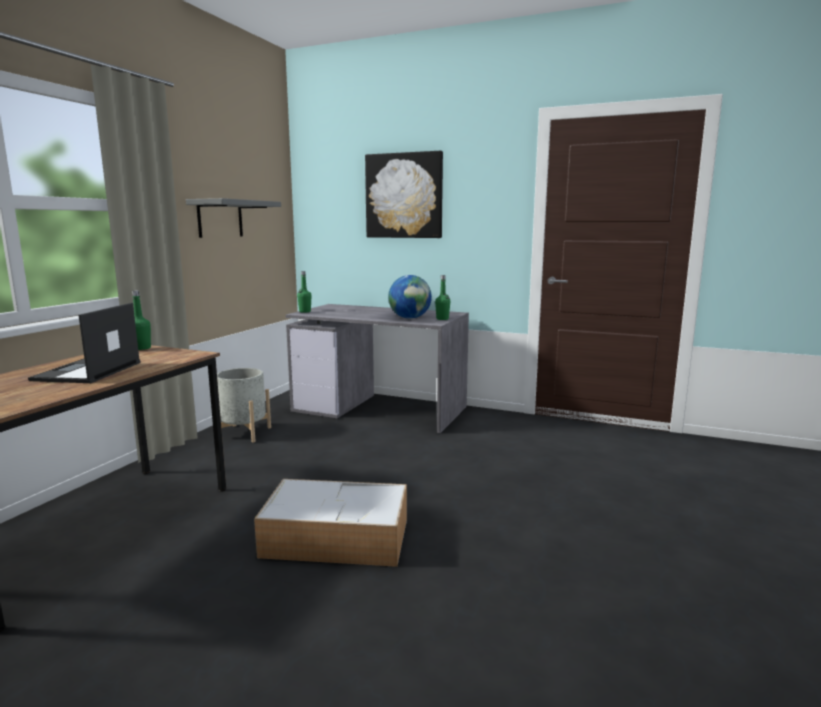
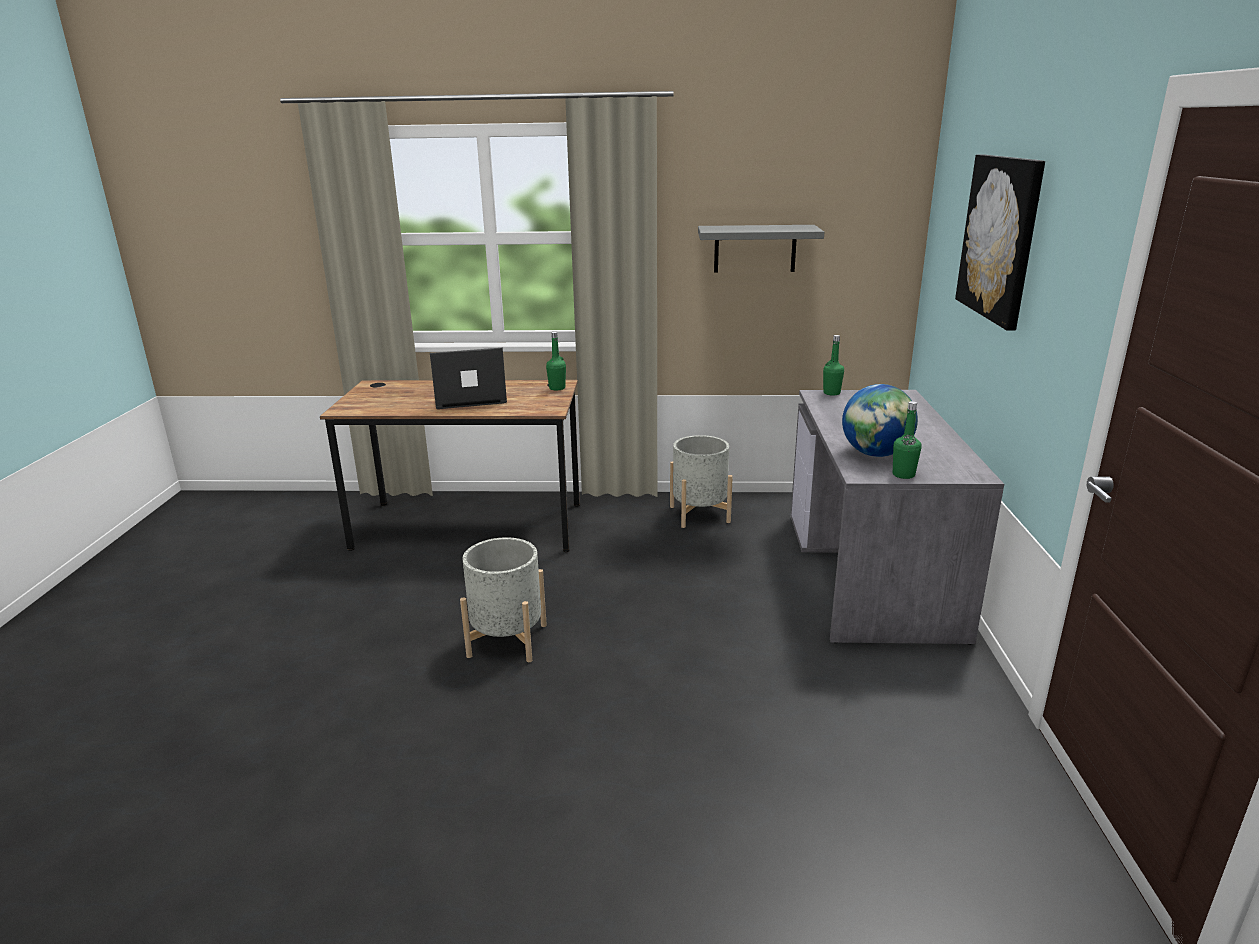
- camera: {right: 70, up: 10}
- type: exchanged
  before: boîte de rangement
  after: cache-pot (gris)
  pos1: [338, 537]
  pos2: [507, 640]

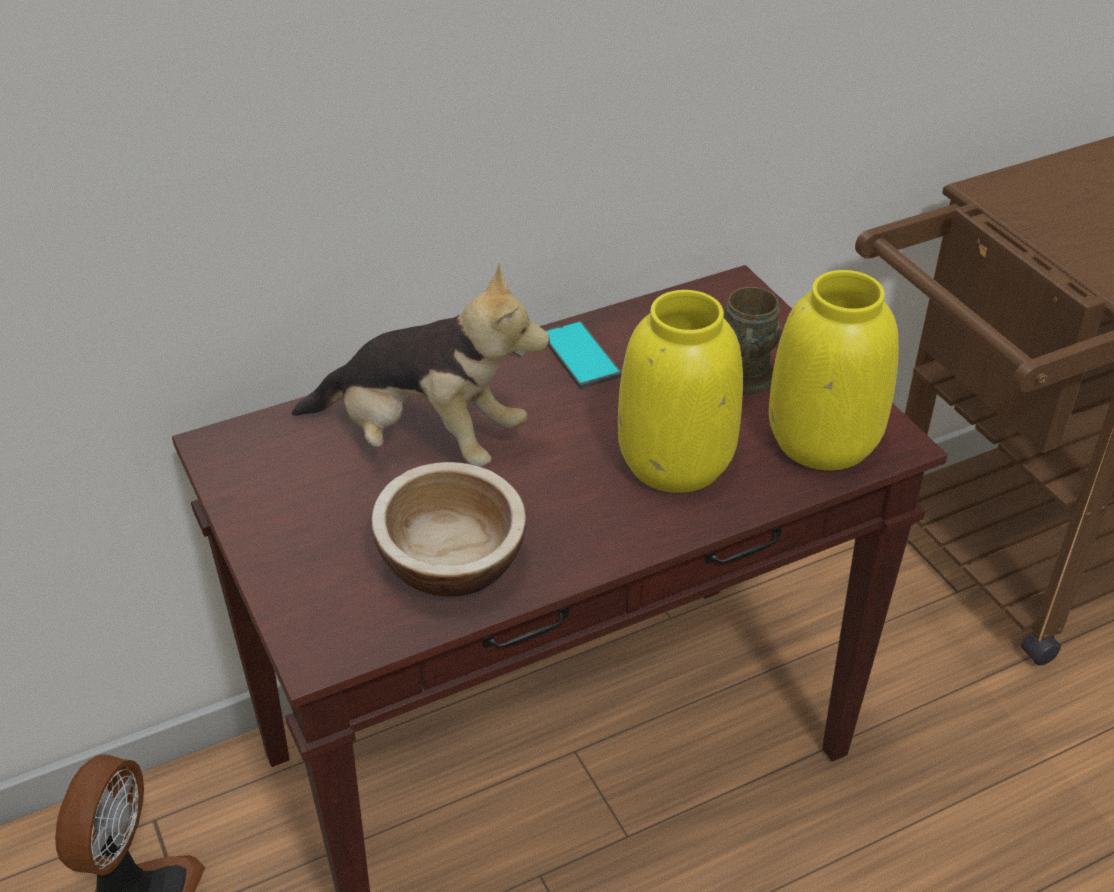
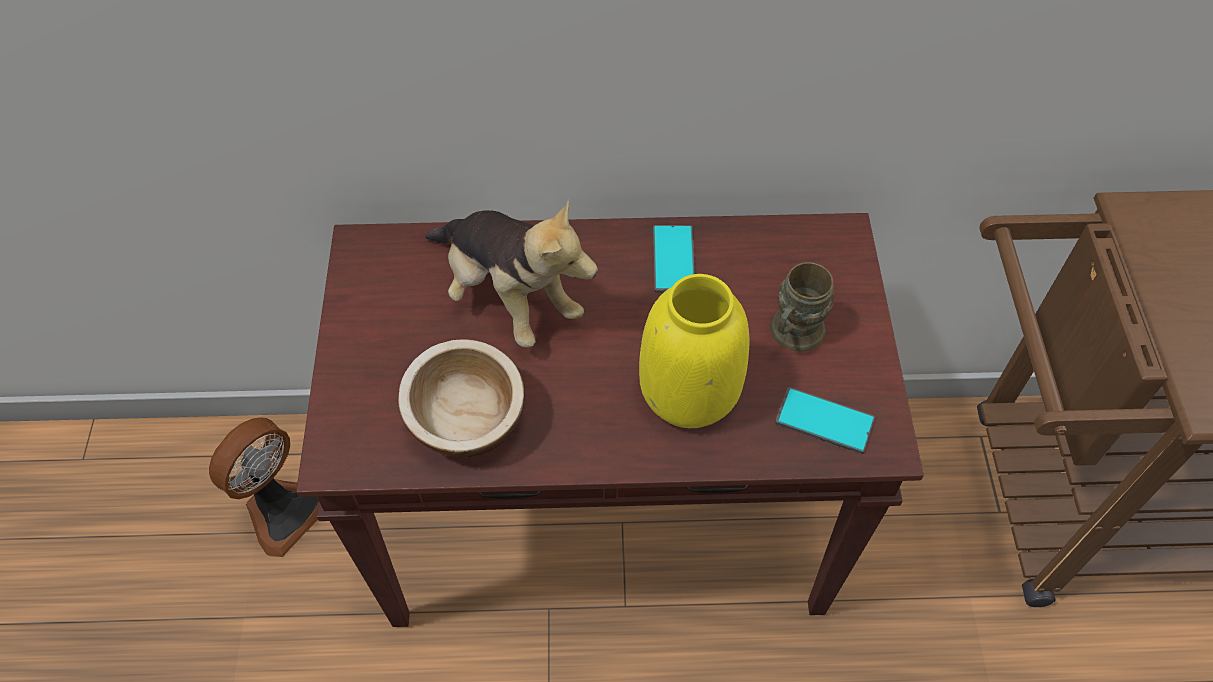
- camera: {right: 25, up: 15}
- type: exchanged
  before: vase (jaune)
  after: téléphone
  pos1: [824, 441]
  pos2: [824, 421]

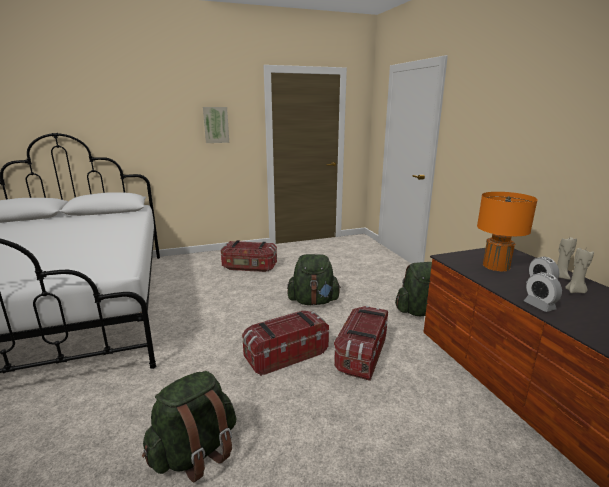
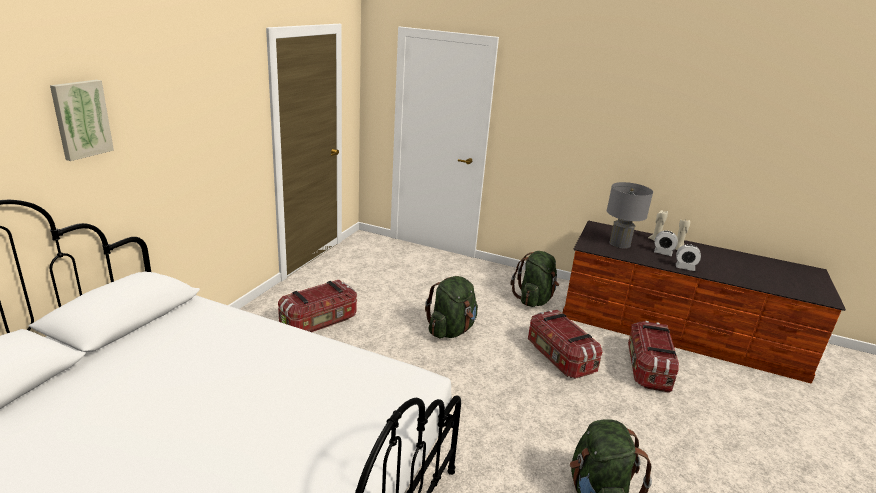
- camera: {right: -50, up: 5}
- type: relocated
  before: tableau
  pos1: [216, 125]
  pos2: [81, 119]
- type: colour
  before: lampe de table (orange)
  after: lampe de table (gris)
  pos1: [496, 266]
  pos2: [619, 243]
- type: relocated
  before: boîte de rangement
  pos1: [285, 355]
  pos2: [647, 368]

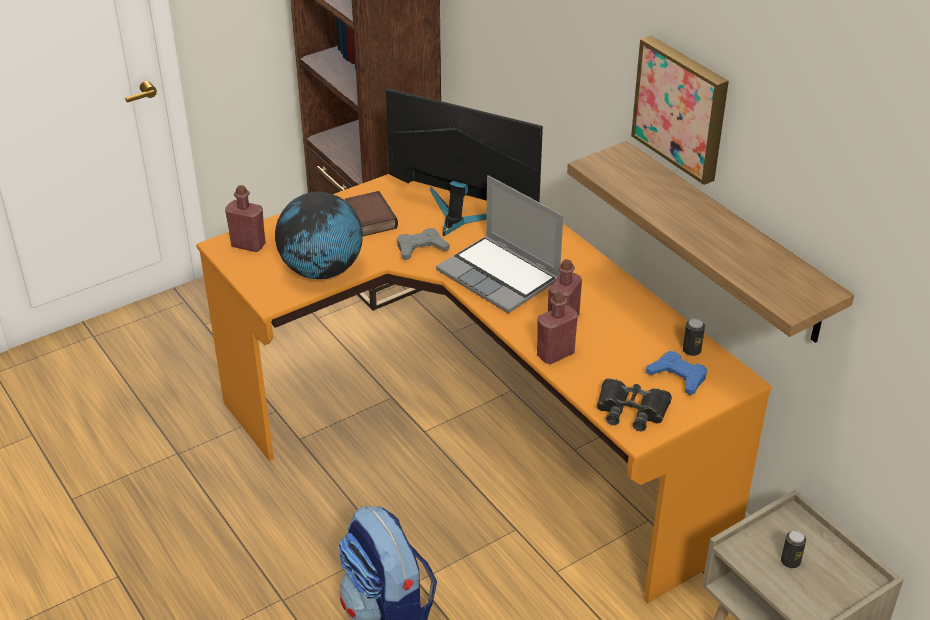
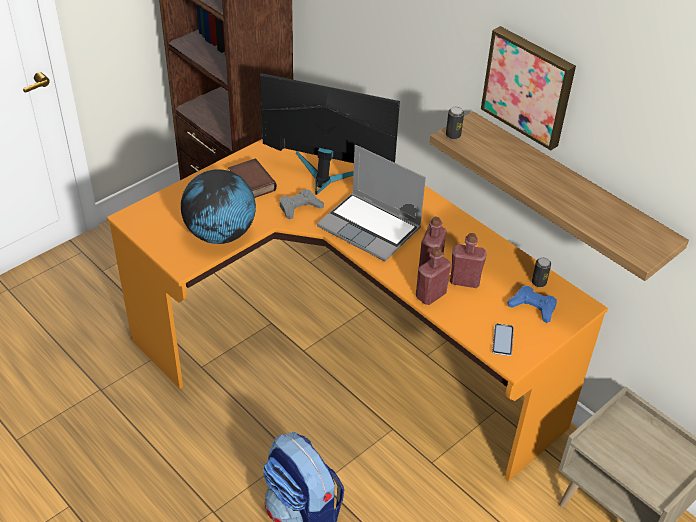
- camera: {right: -10, up: 5}
- type: relocated
  before: boîte métallique
  pos1: [790, 561]
  pos2: [453, 135]
- type: relocated
  before: bouteille (rouge)
  pos1: [248, 245]
  pos2: [464, 281]
- type: exchanged
  before: jumelles (noir)
  after: téléphone
  pos1: [631, 410]
  pos2: [502, 340]

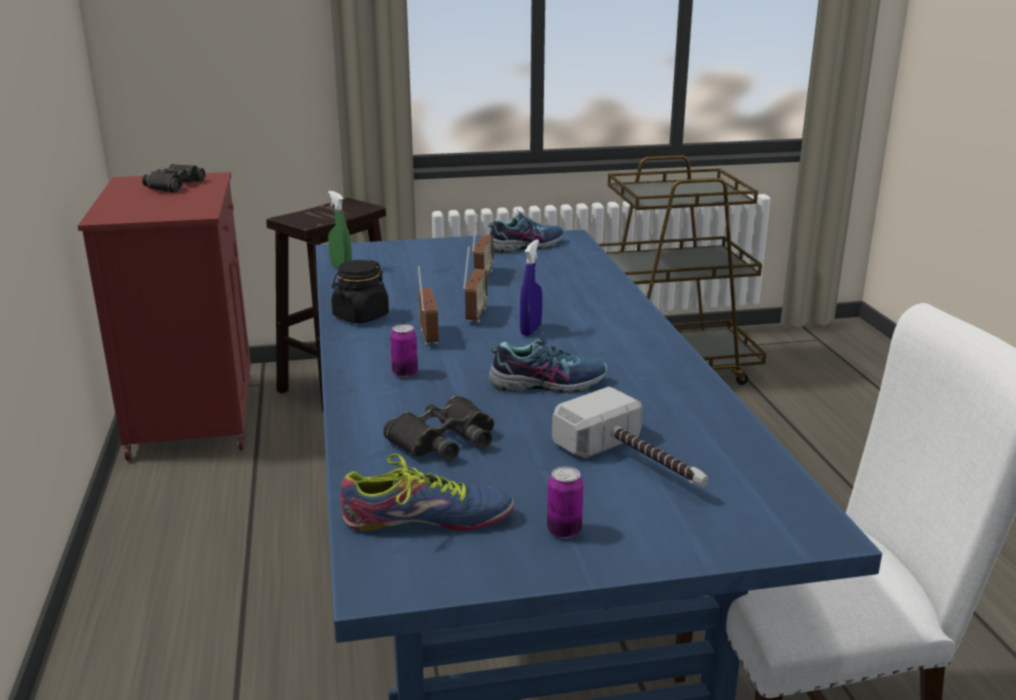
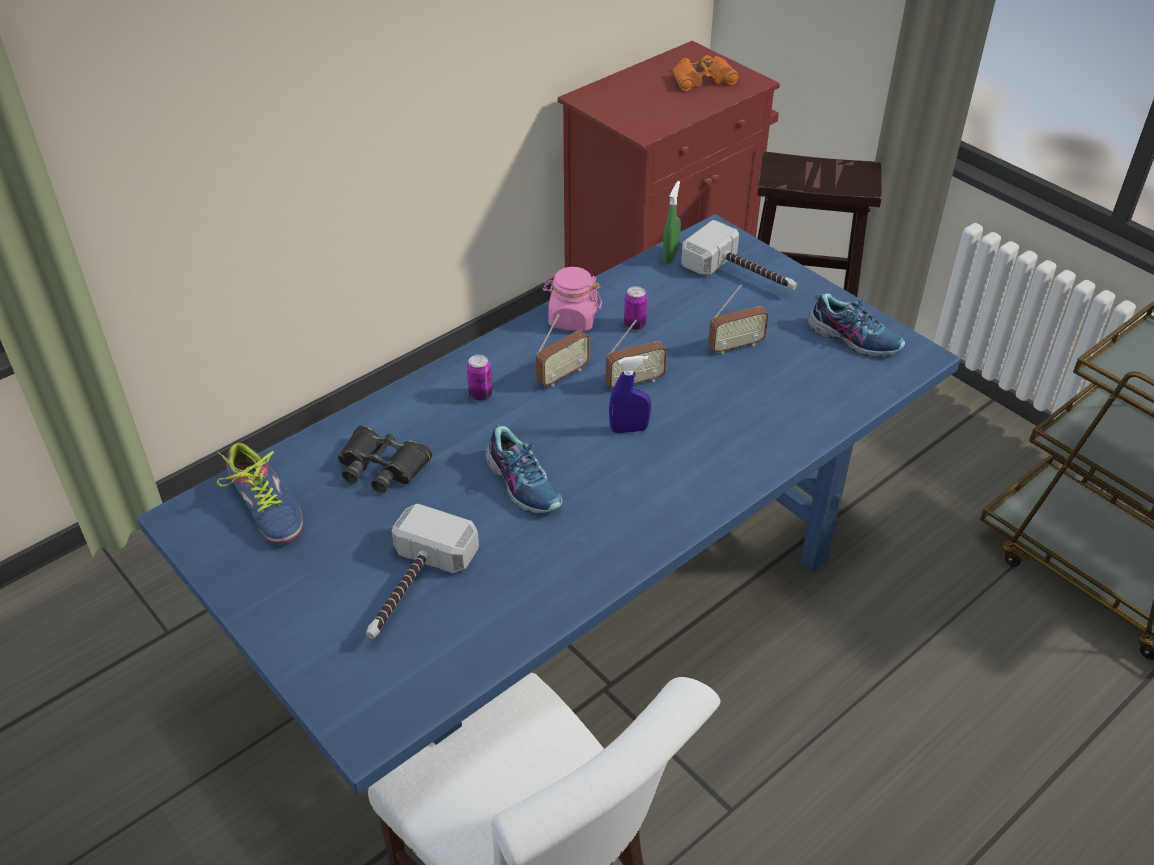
- camera: {right: 60, up: 20}
- type: colour
  before: bocal (noir)
  after: bocal (rose)
  pos1: [360, 316]
  pos2: [572, 319]
- type: relocated
  before: boîte métallique
  pos1: [564, 531]
  pos2: [634, 325]
- type: colour
  before: jumelles (noir)
  after: jumelles (orange)
  pos1: [174, 185]
  pos2: [703, 80]
- type: appeared
  after: marteau
  pos2: [742, 275]

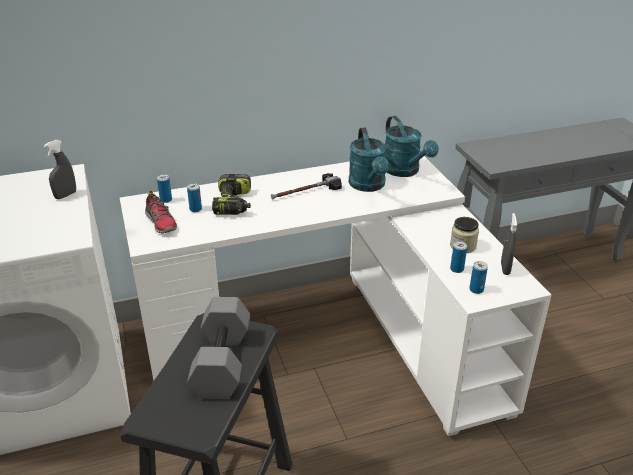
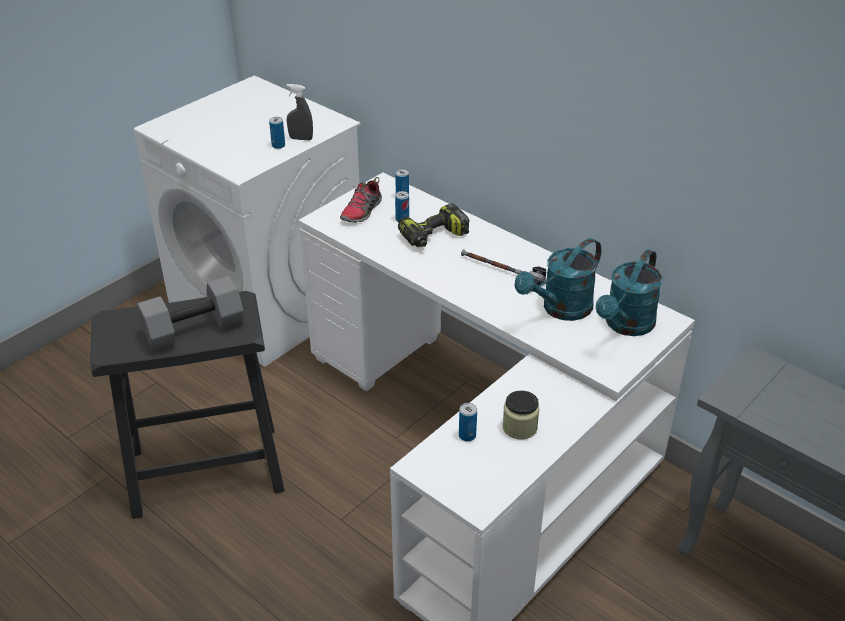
- camera: {right: 60, up: 5}
- type: relocated
  before: boîte métallique
  pos1: [476, 289]
  pos2: [278, 145]
- type: missing
  before: vaporisateur (gris)
  pos1: [505, 269]

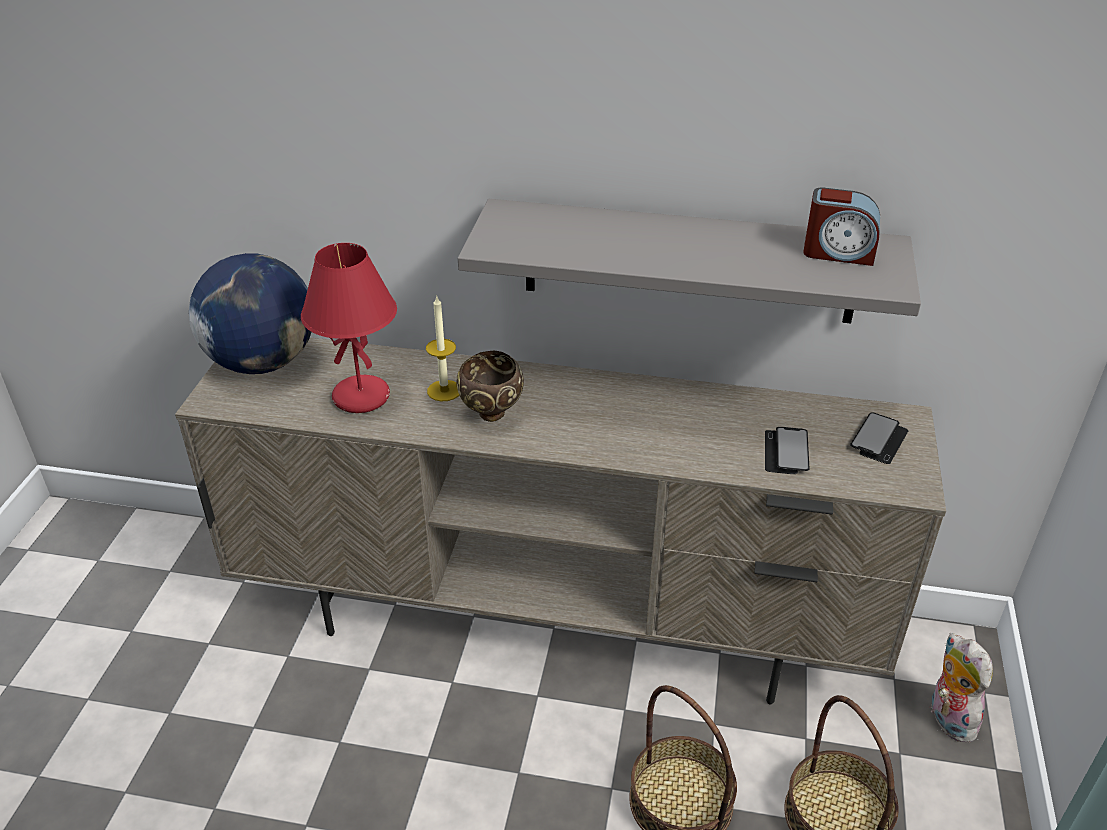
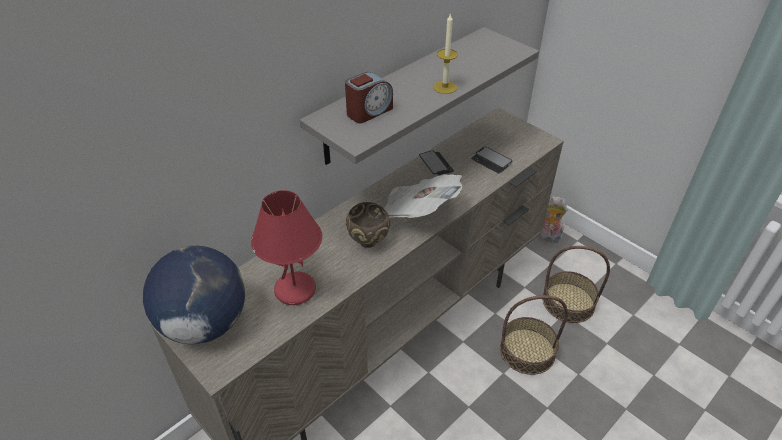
- camera: {right: -55, up: 5}
- type: relocated
  before: réveil
  pos1: [838, 252]
  pos2: [369, 111]
- type: appeared
  after: journal
  pos2: [419, 211]
- type: relocated
  before: téléphone
  pos1: [879, 440]
  pos2: [435, 164]
- type: relocated
  before: bougie
  pos1: [444, 390]
  pos2: [445, 87]

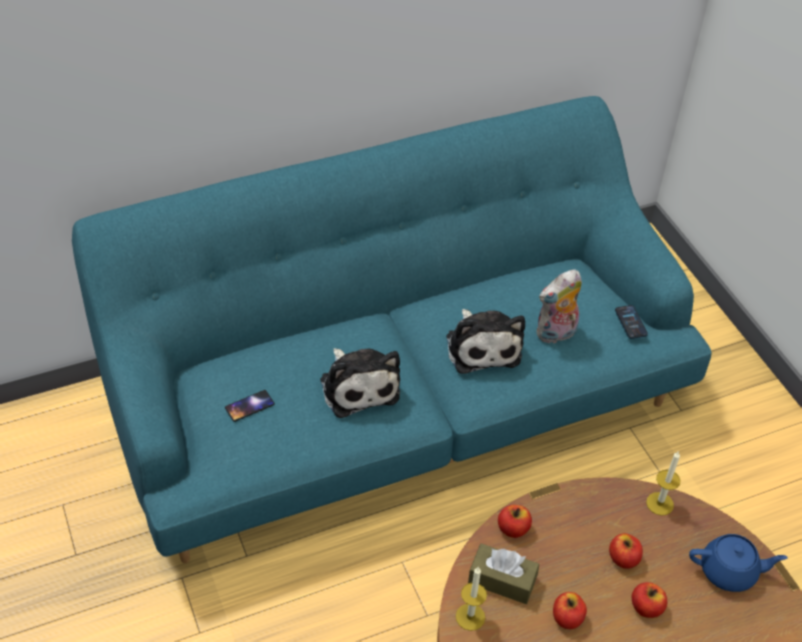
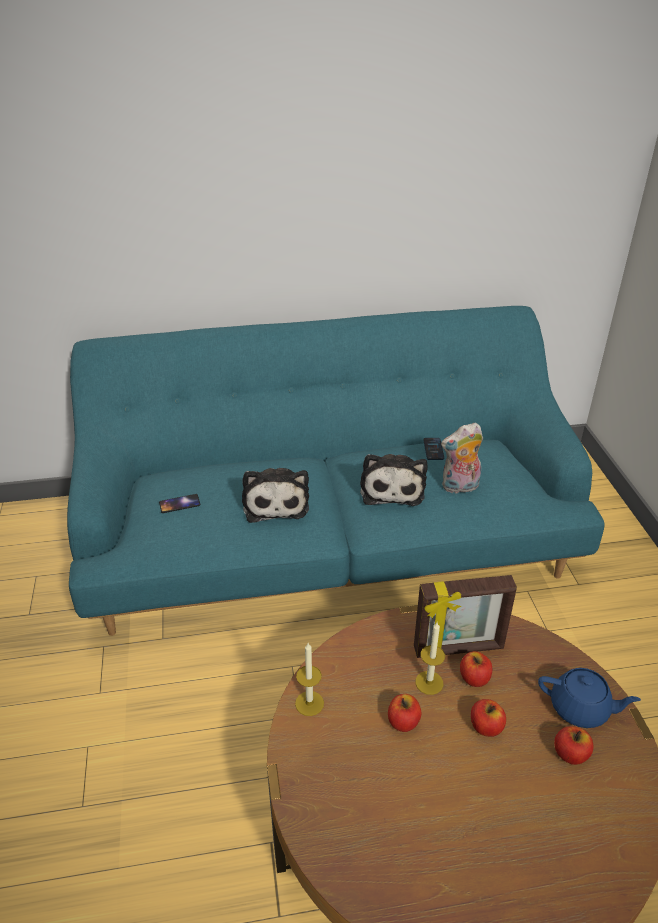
- camera: {right: 15, up: -10}
- type: appeared
  after: cadre photo
  pos2: [458, 649]
- type: relocated
  before: bougie
  pos1: [660, 503]
  pos2: [429, 682]
- type: relocated
  before: téléphone
  pos1: [631, 322]
  pos2: [433, 449]
- type: relocated
  before: pomme
  pos1: [513, 529]
  pos2: [570, 754]
- type: missing
  before: boîte à mouchoirs (marron)
  pos1: [502, 580]

